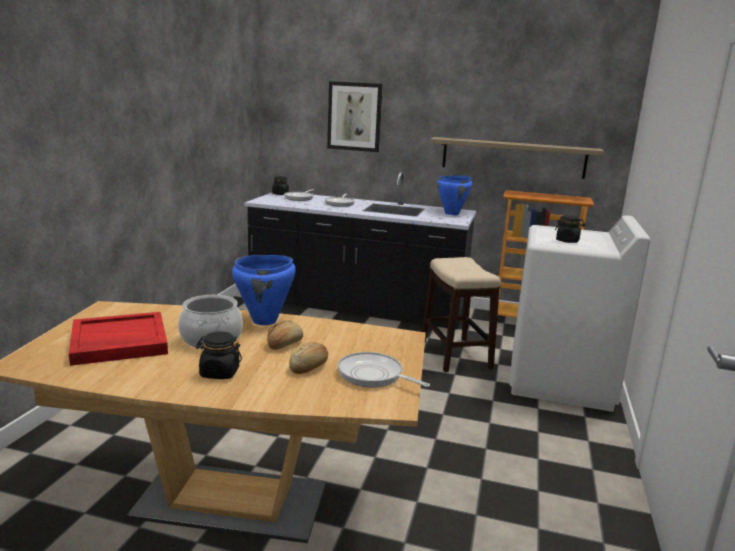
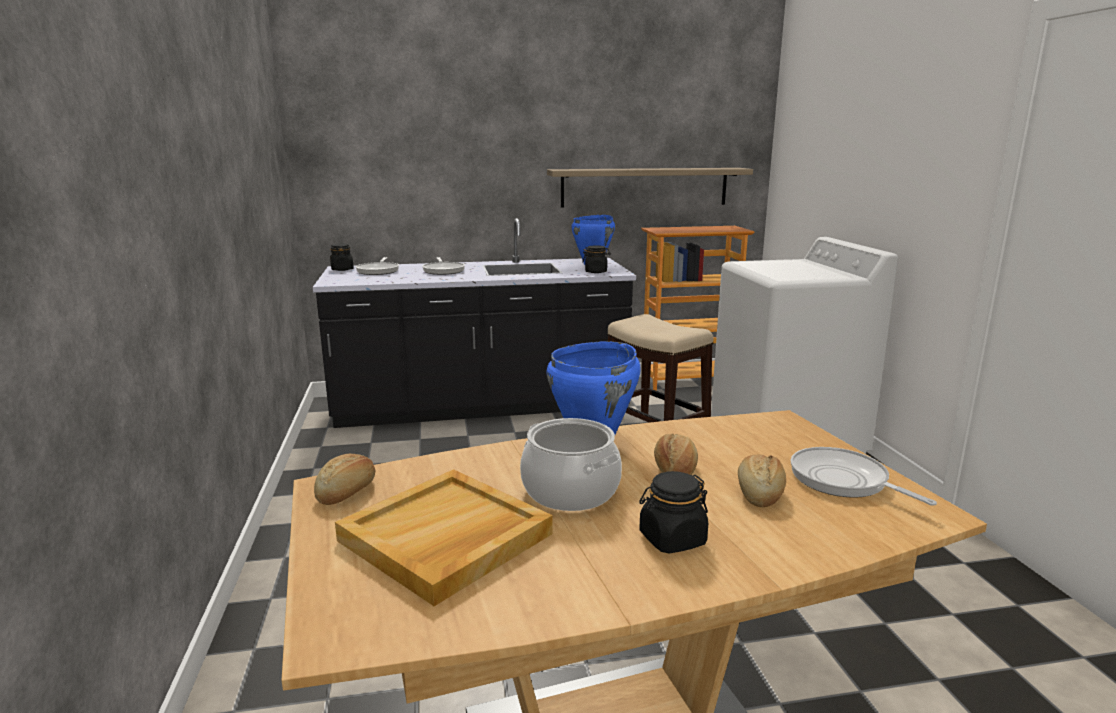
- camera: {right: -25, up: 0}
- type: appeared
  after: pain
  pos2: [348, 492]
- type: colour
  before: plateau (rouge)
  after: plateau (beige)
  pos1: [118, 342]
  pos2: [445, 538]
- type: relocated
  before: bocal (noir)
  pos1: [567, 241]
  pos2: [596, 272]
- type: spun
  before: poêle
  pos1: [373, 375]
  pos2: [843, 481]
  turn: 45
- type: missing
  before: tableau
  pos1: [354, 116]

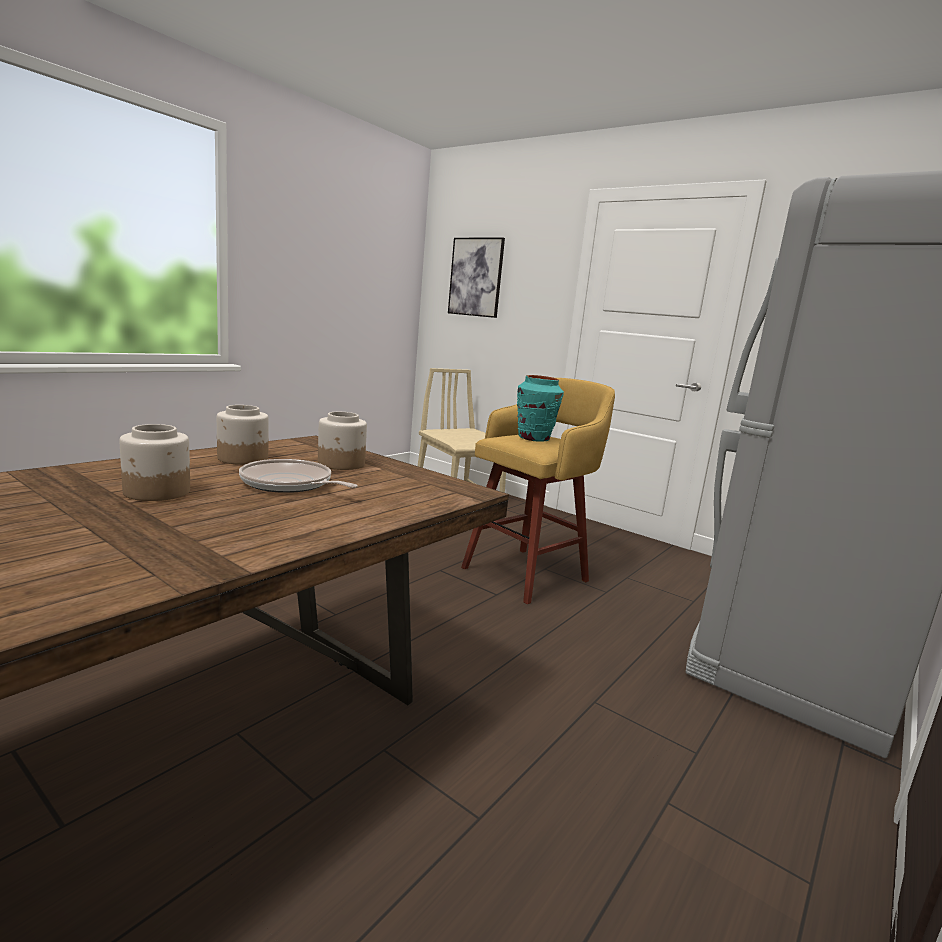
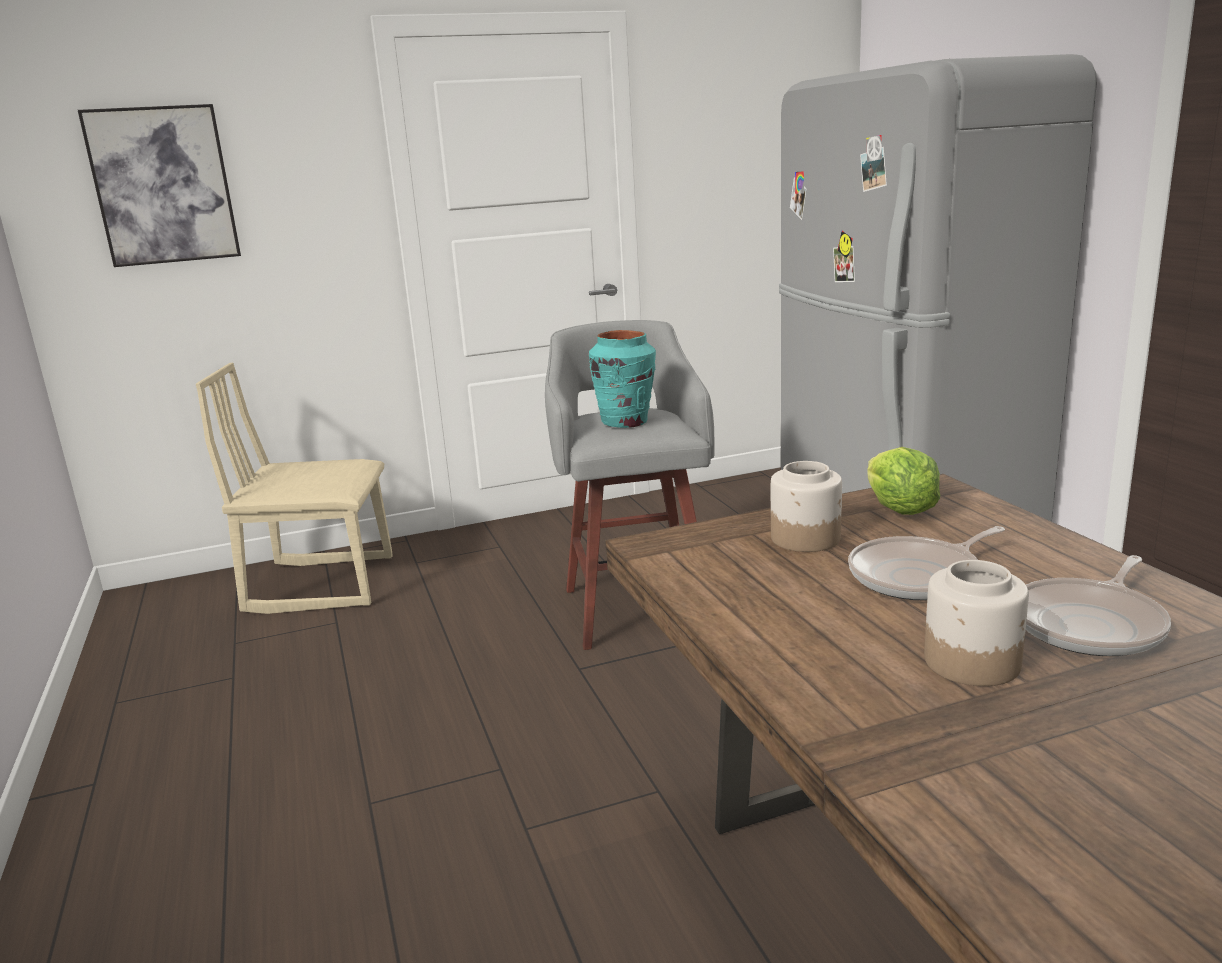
- camera: {right: -55, up: 5}
- type: colour
  before: tabouret (jaune)
  after: tabouret (gris)
  pos1: [528, 573]
  pos2: [637, 606]
- type: appeared
  after: laitue
  pos2: [899, 510]
- type: appeared
  after: poêle
  pos2: [1091, 625]
- type: missing
  before: bocal
  pos1: [243, 458]

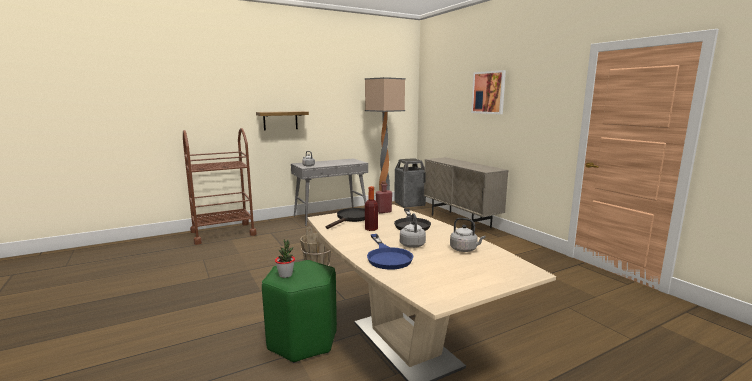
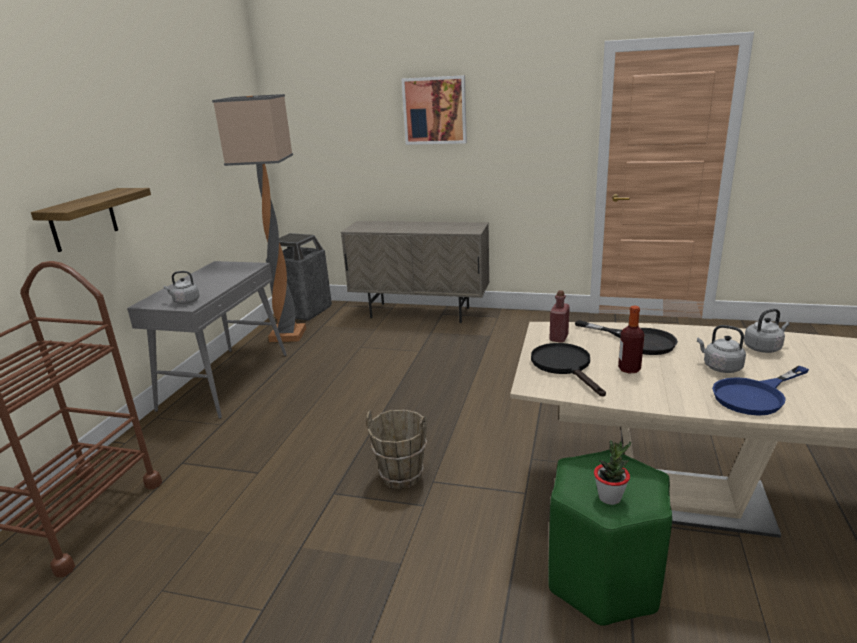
- camera: {right: -45, up: 10}
- type: spun
  before: poêle (bleu)
  pos1: [387, 257]
  pos2: [755, 395]
  turn: 120

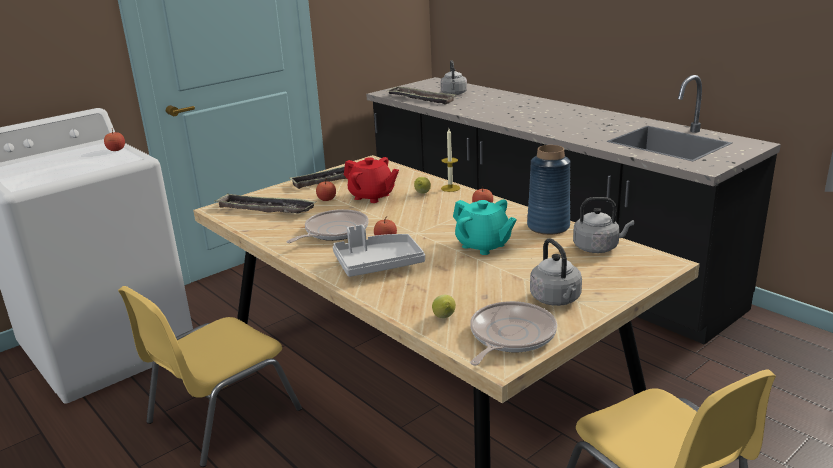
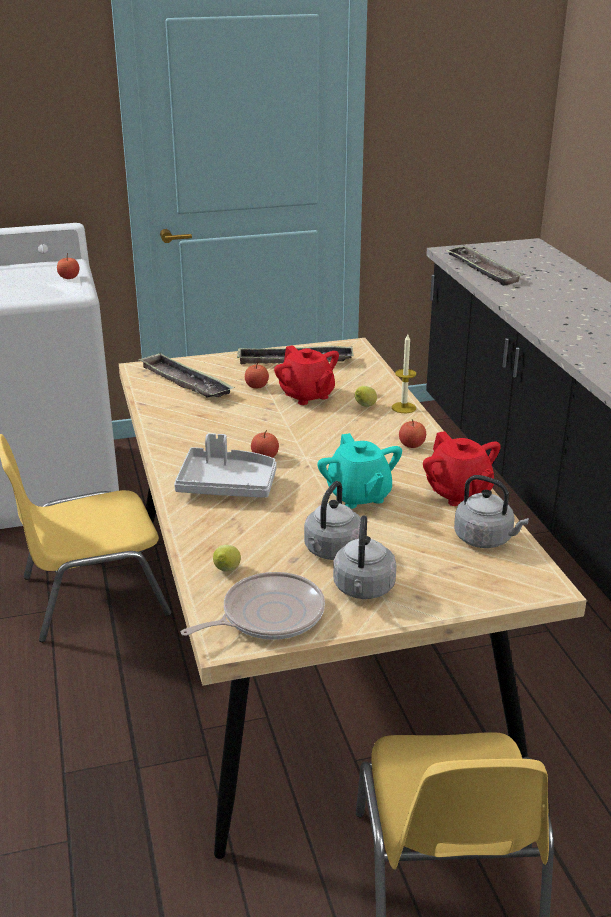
- camera: {right: 25, up: 5}
- type: relocated
  before: bouilloire (gris)
  pos1: [454, 94]
  pos2: [331, 551]
- type: exchanged
  before: vase (bleu)
  after: théière (rouge)
  pos1: [548, 227]
  pos2: [458, 493]
- type: missing
  before: poêle
  pos1: [334, 232]

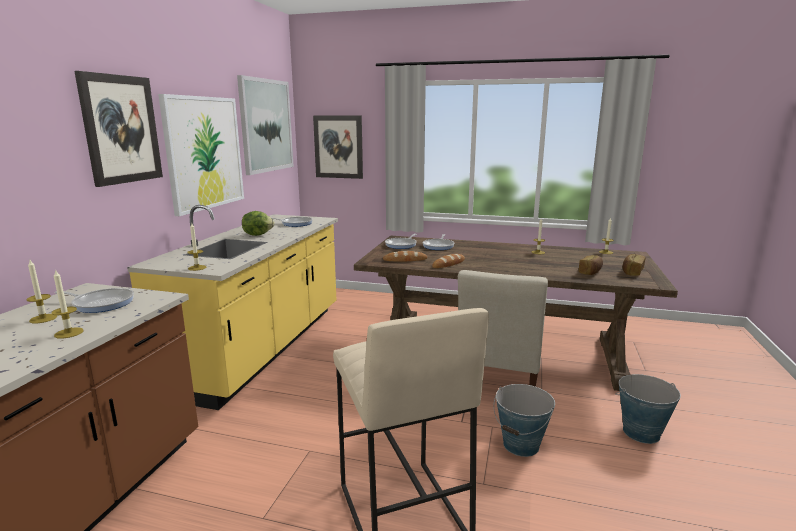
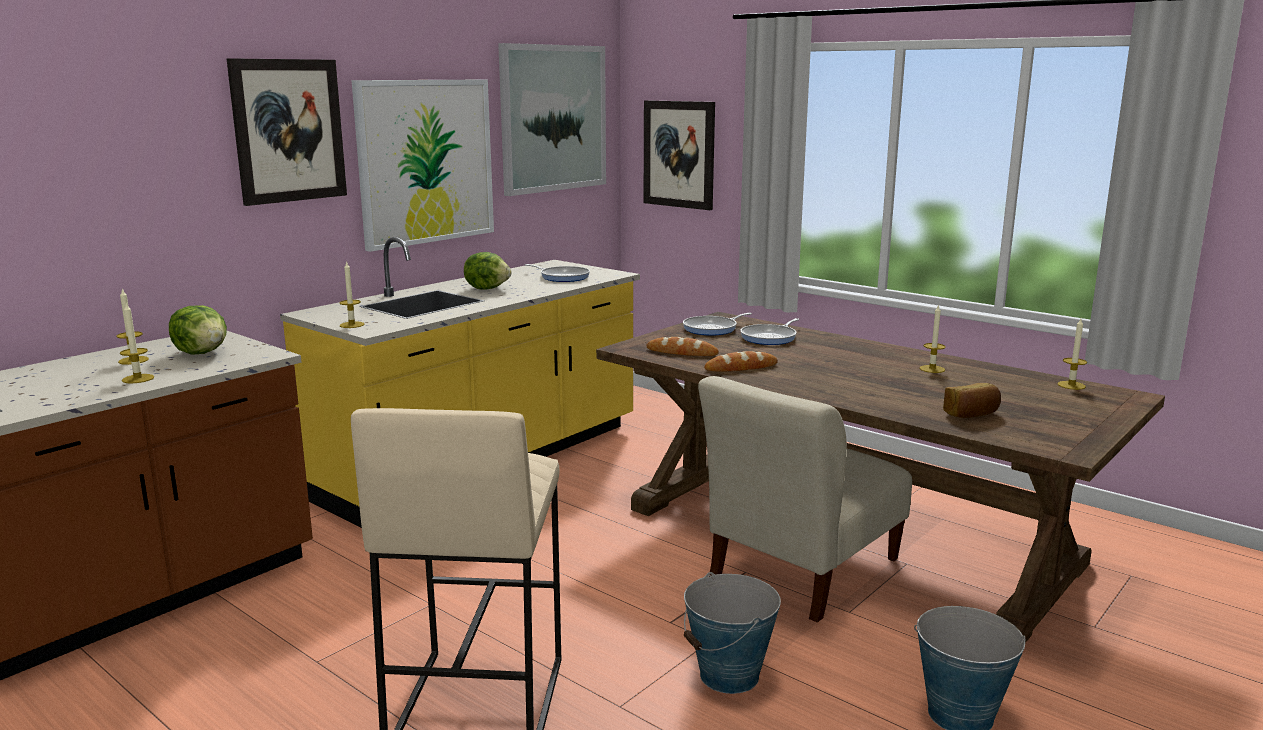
- camera: {right: 25, up: 0}
- type: exchanged
  before: poêle
  after: laitue
  pos1: [101, 303]
  pos2: [202, 353]
- type: missing
  before: pain
  pos1: [632, 272]

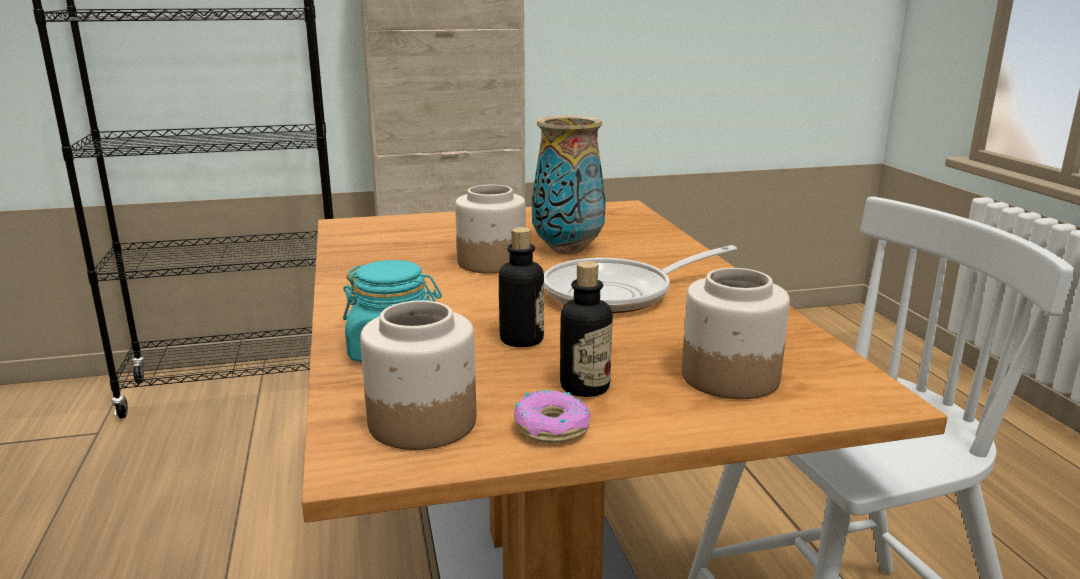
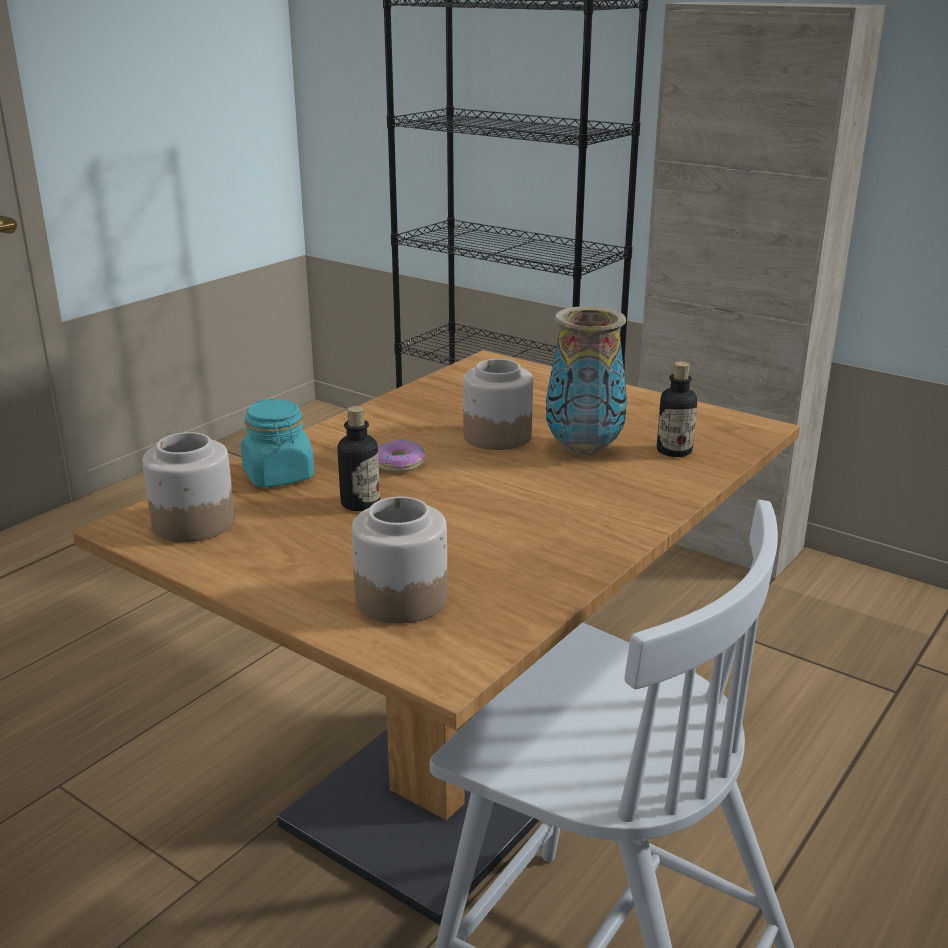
- camera: {right: 50, up: 5}
- type: relocated
  before: beignet
  pos1: [552, 427]
  pos2: [400, 464]
- type: relocated
  before: bouteille
  pos1: [585, 387]
  pos2: [674, 451]
- type: missing
  before: poêle
  pos1: [617, 294]

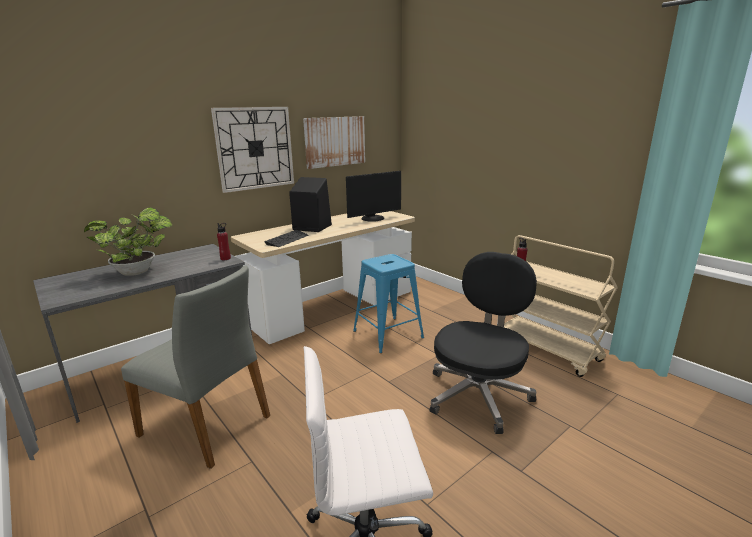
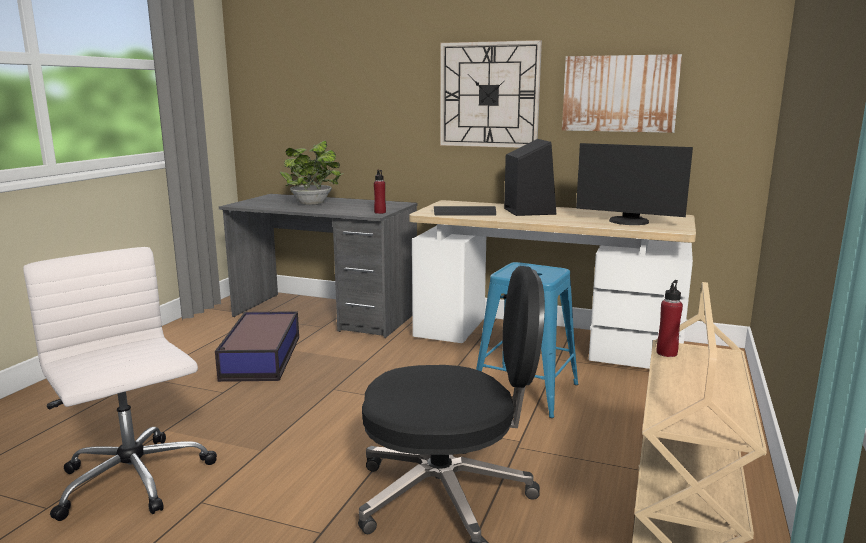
- camera: {right: 60, up: -5}
- type: exchanged
  before: chaise (gris)
  after: boîte de rangement
  pos1: [208, 425]
  pos2: [260, 358]

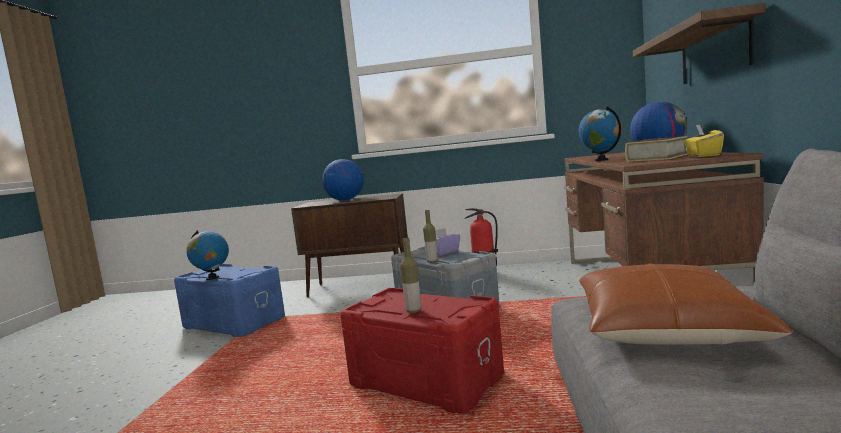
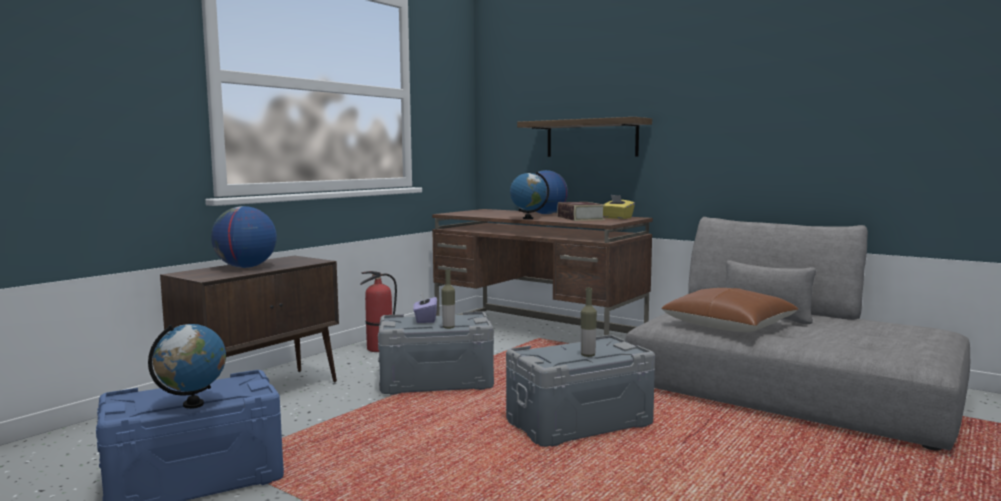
- camera: {right: -60, up: 0}
- type: colour
  before: boîte de rangement (rouge)
  after: boîte de rangement (gris)
  pos1: [425, 381]
  pos2: [580, 423]

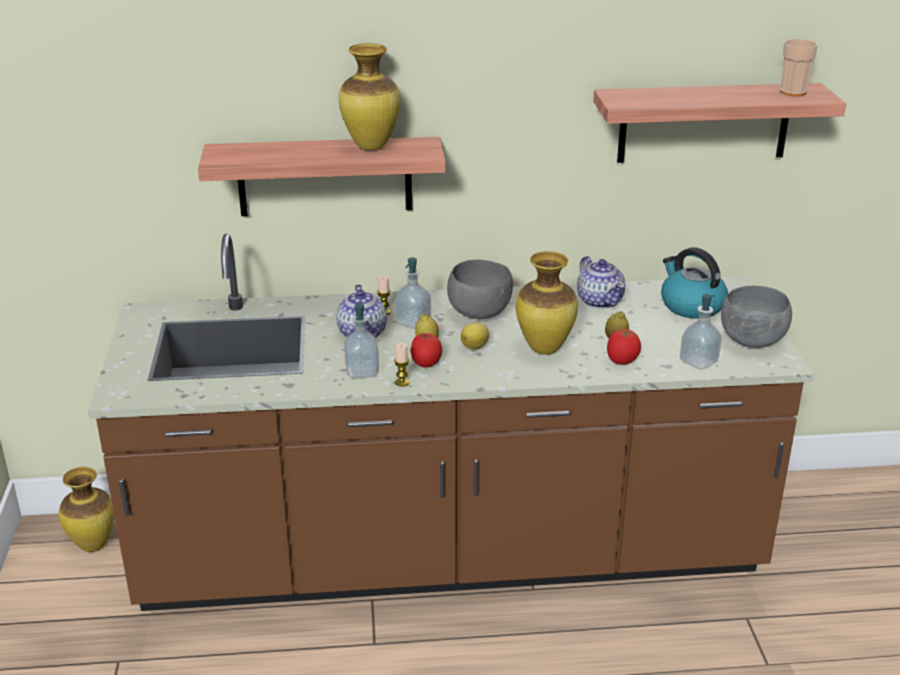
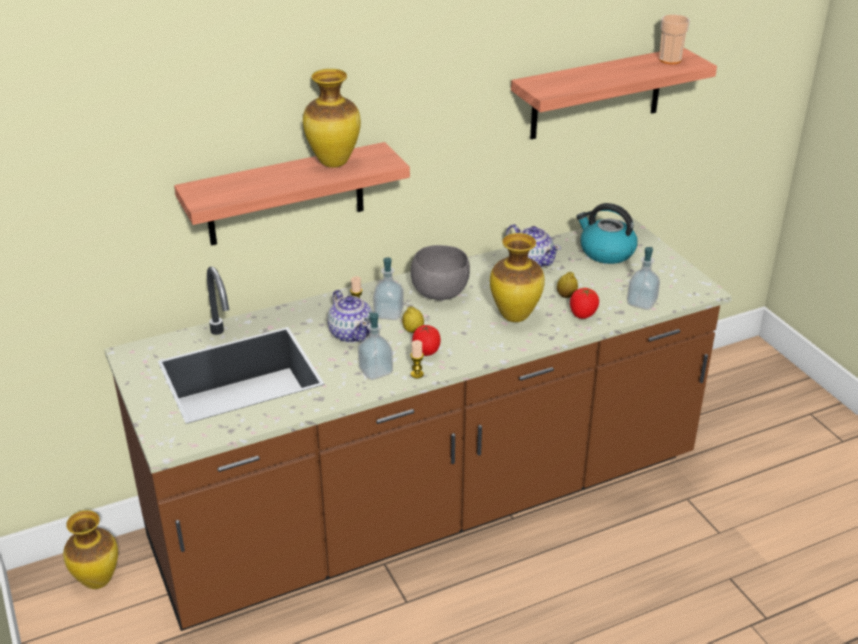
- camera: {right: -20, up: 5}
- type: missing
  before: citron
  pos1: [475, 347]
- type: missing
  before: bol (gris)
  pos1: [753, 342]

